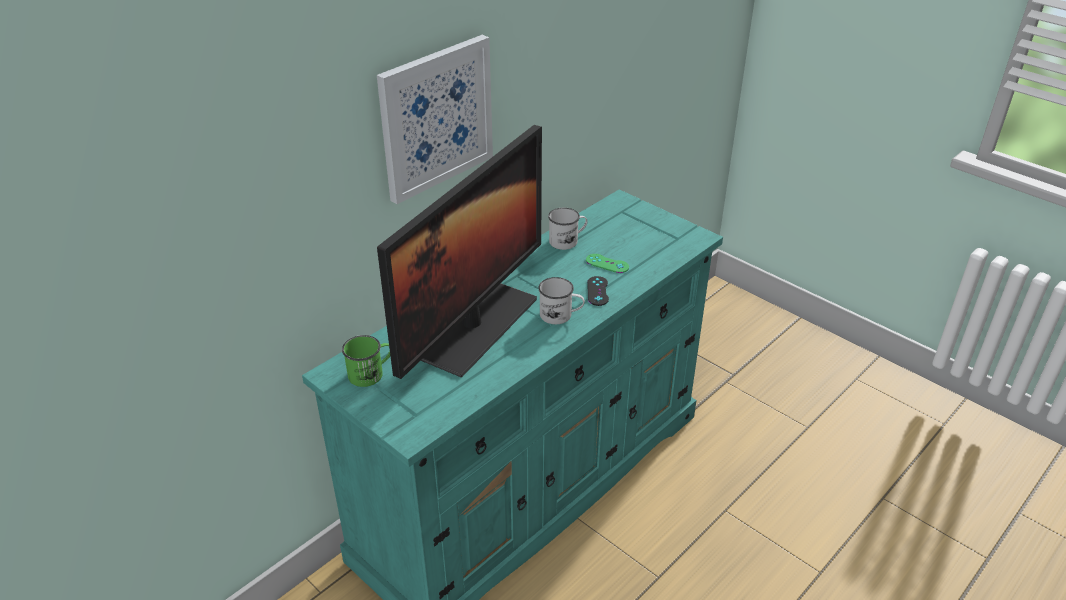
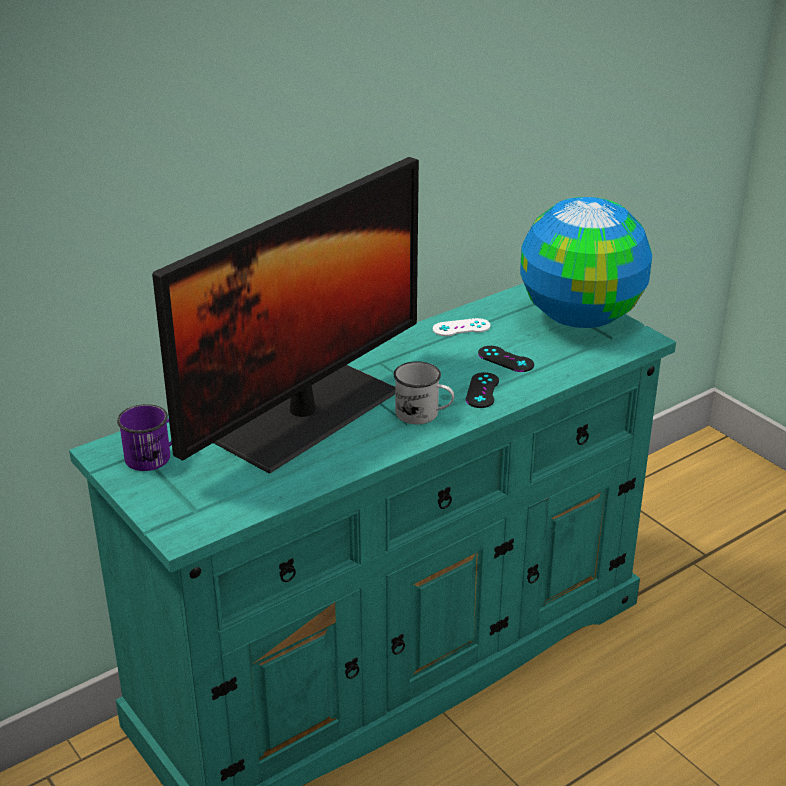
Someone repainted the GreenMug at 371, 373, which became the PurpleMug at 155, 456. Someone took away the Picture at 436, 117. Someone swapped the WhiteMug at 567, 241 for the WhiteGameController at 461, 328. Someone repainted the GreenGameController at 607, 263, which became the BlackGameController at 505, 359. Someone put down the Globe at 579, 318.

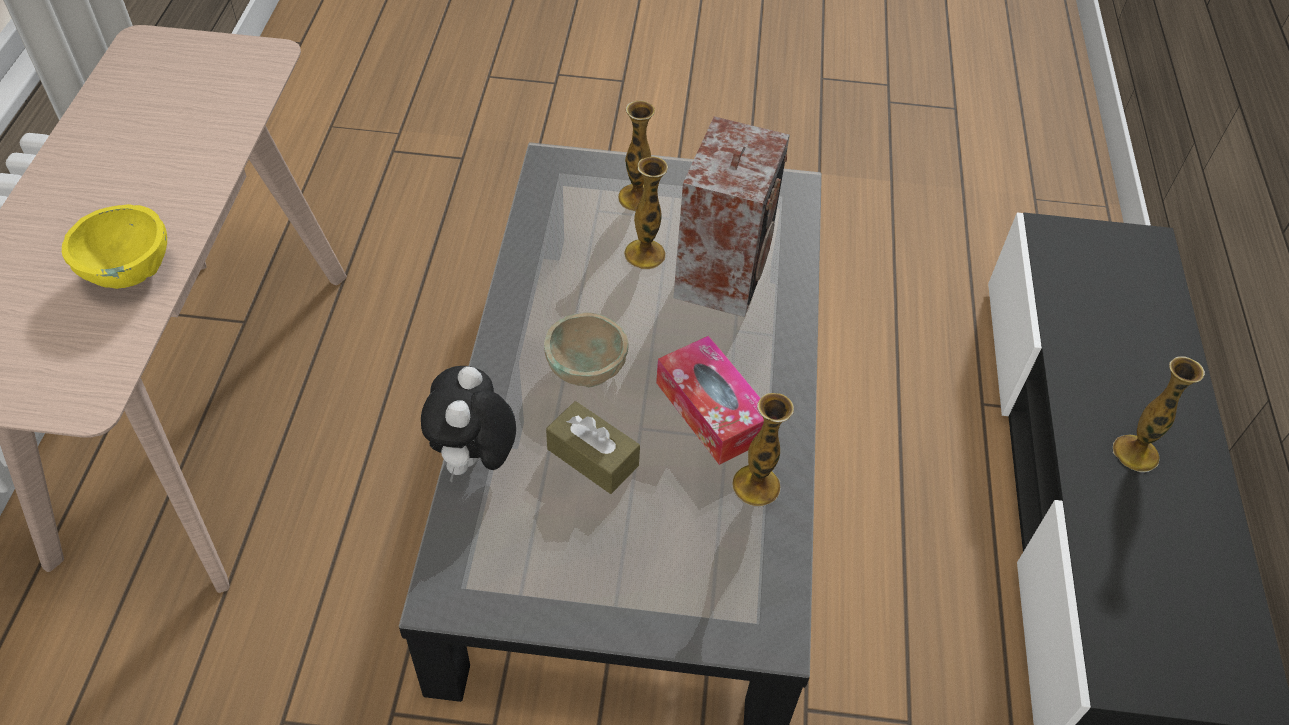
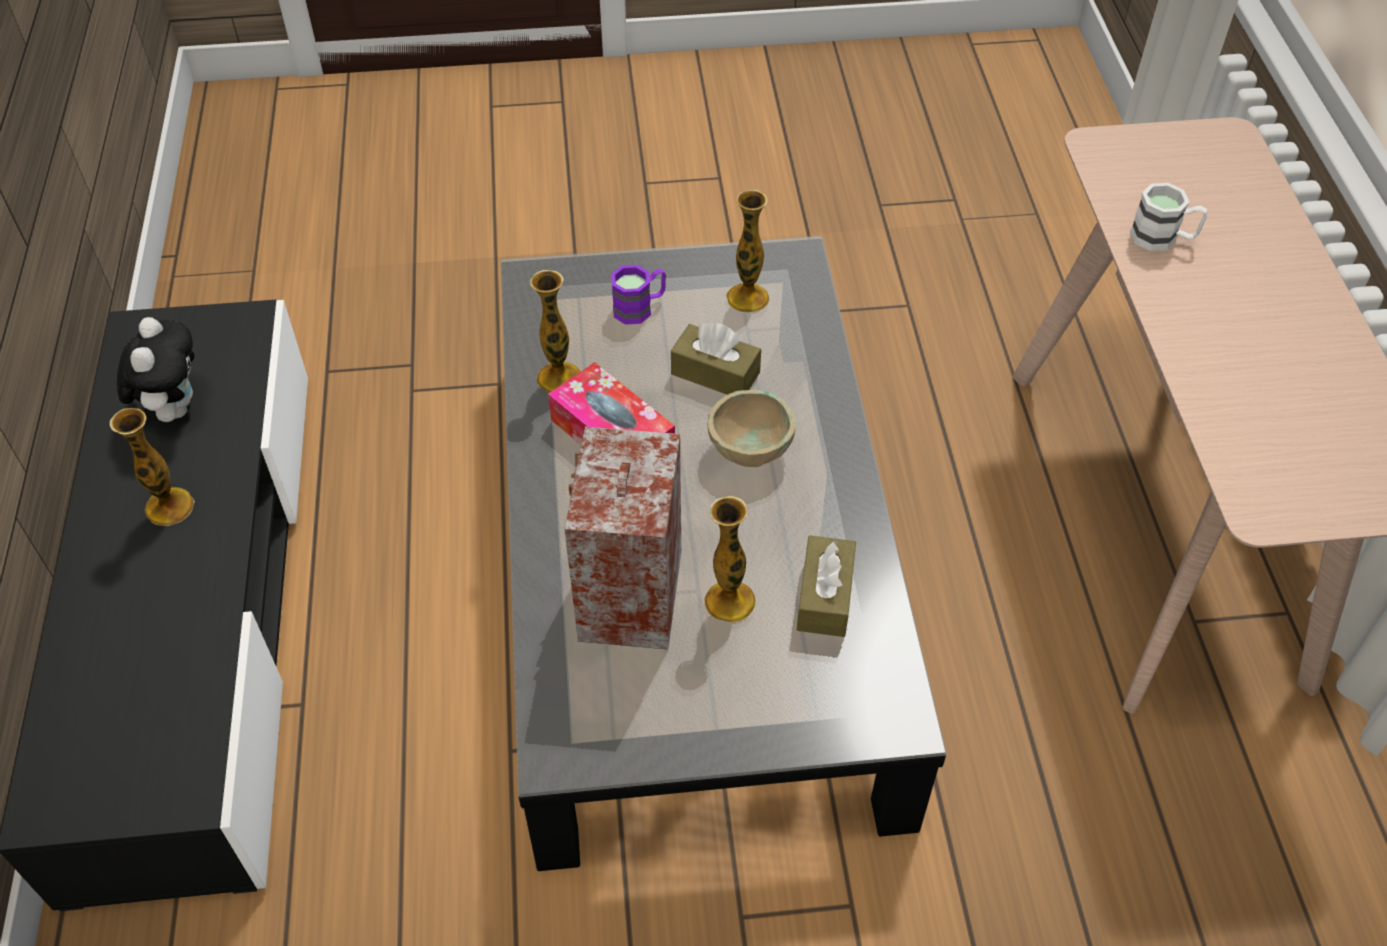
Someone swapped the YellowBowl at 128, 273 for the WhiteMug at 1163, 238. Someone carried the PlushToy from 474, 460 to 173, 408. Someone carried the Vase from 637, 197 to 748, 298. Someone put down the PurpleMug at 640, 307. Someone put down the BrownTissueBox at 825, 596.

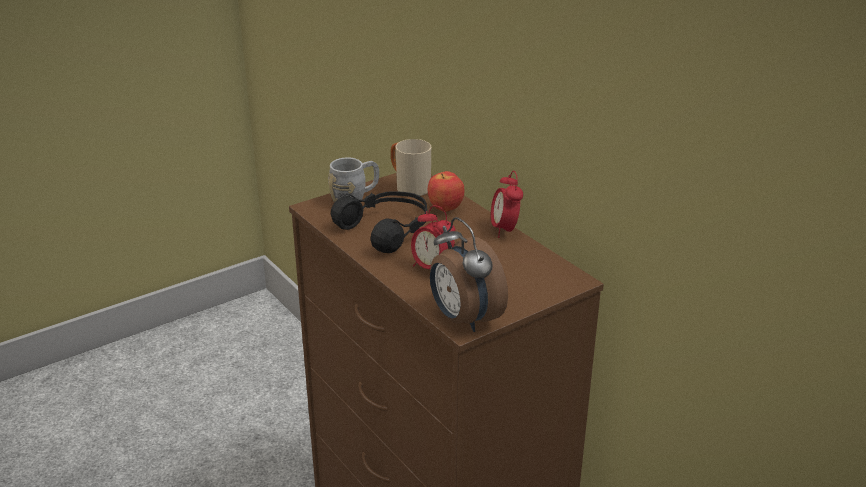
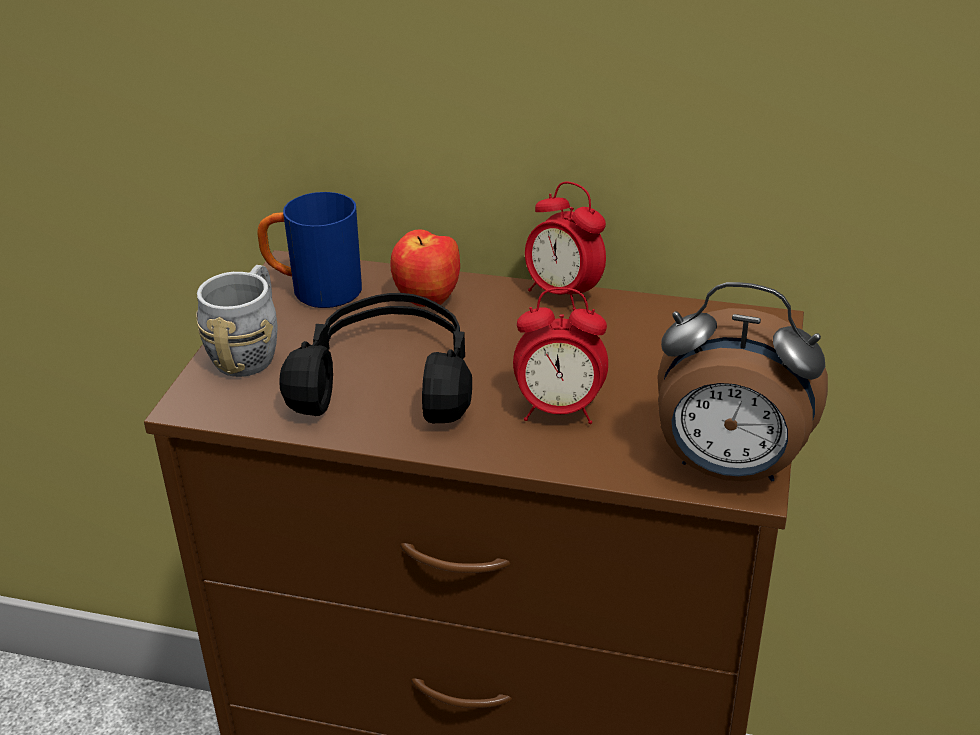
Someone repainted the BeigeMug at 408, 187, which became the BlueMug at 314, 291.

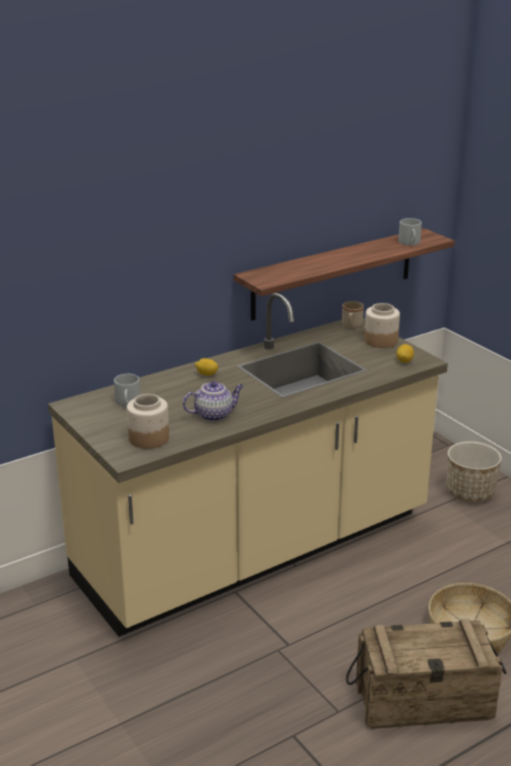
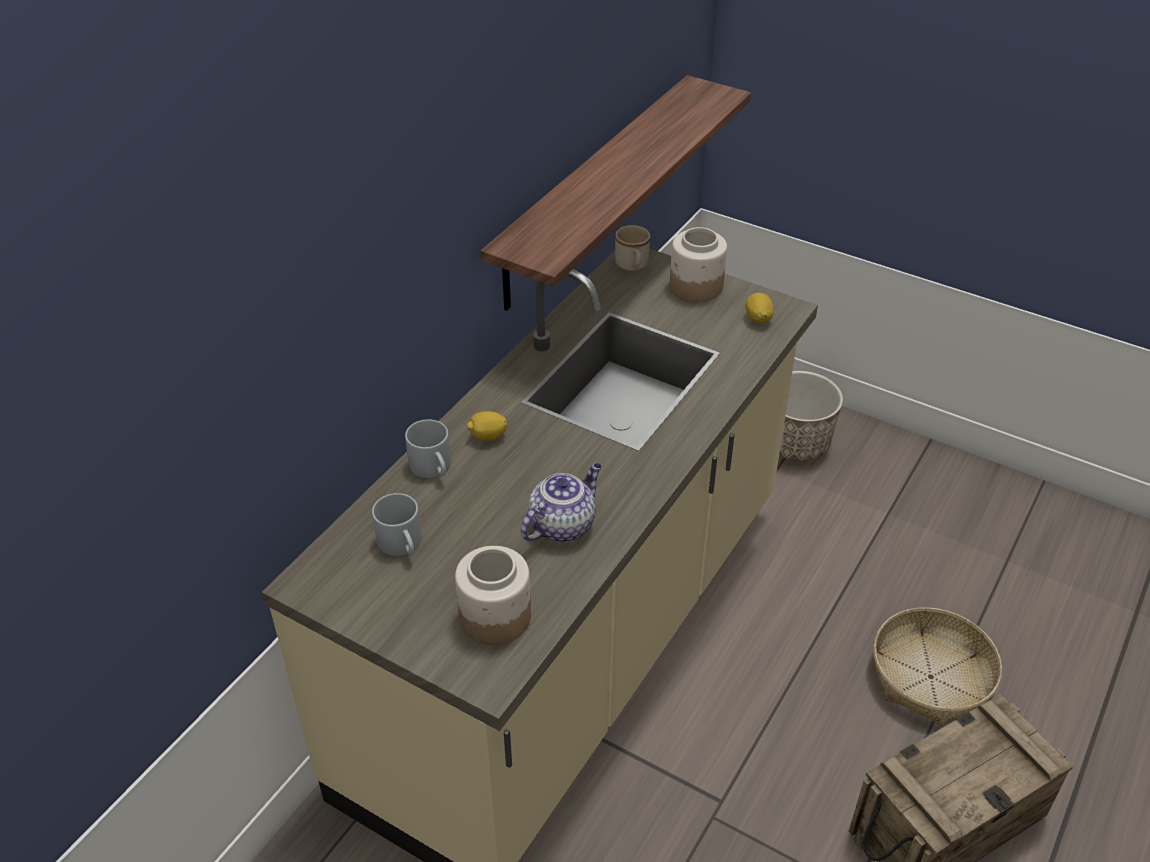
Someone carried the GreyMug from 410, 243 to 434, 468.

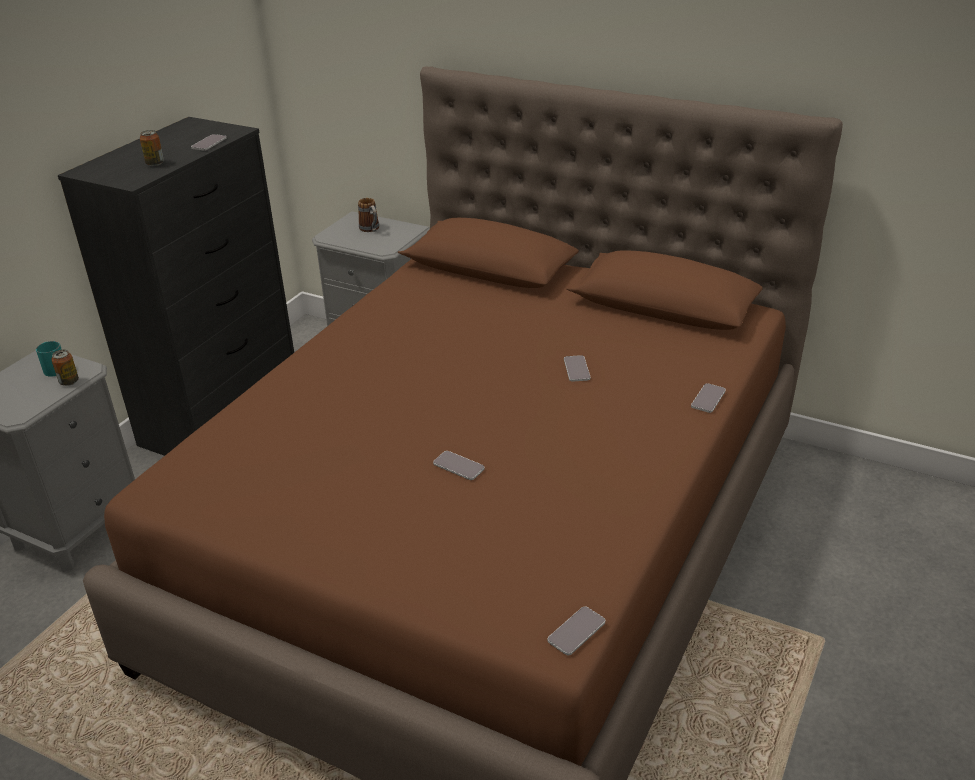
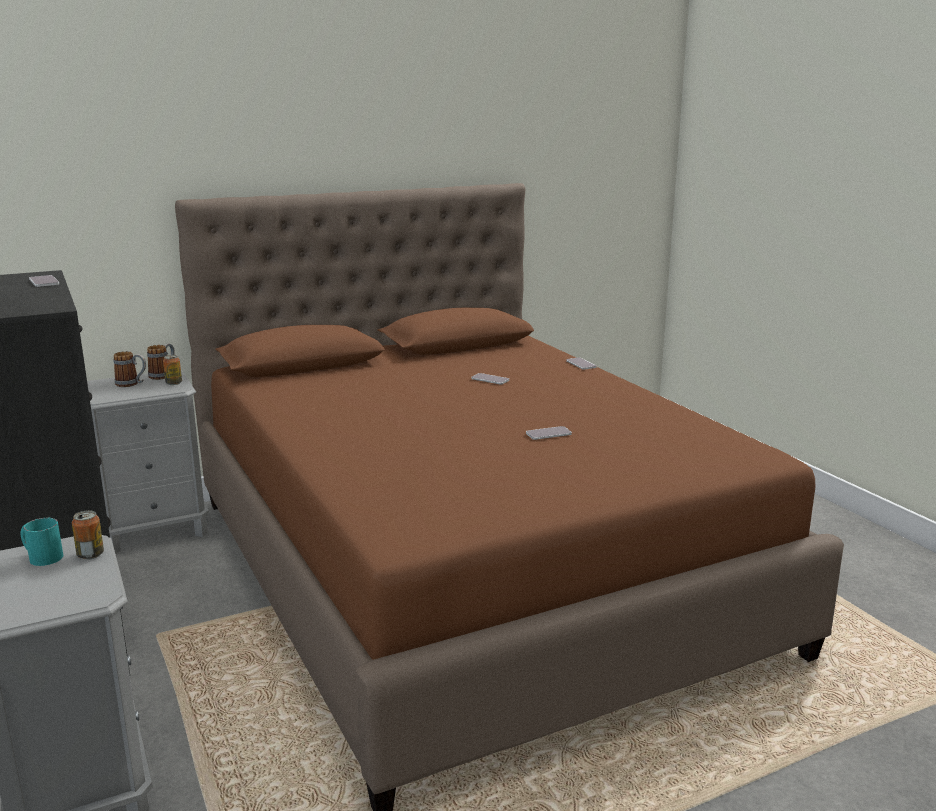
Someone carried the Can from 155, 163 to 174, 383. Someone took away the Phone at 576, 631. Someone put down the Mug at 163, 375.

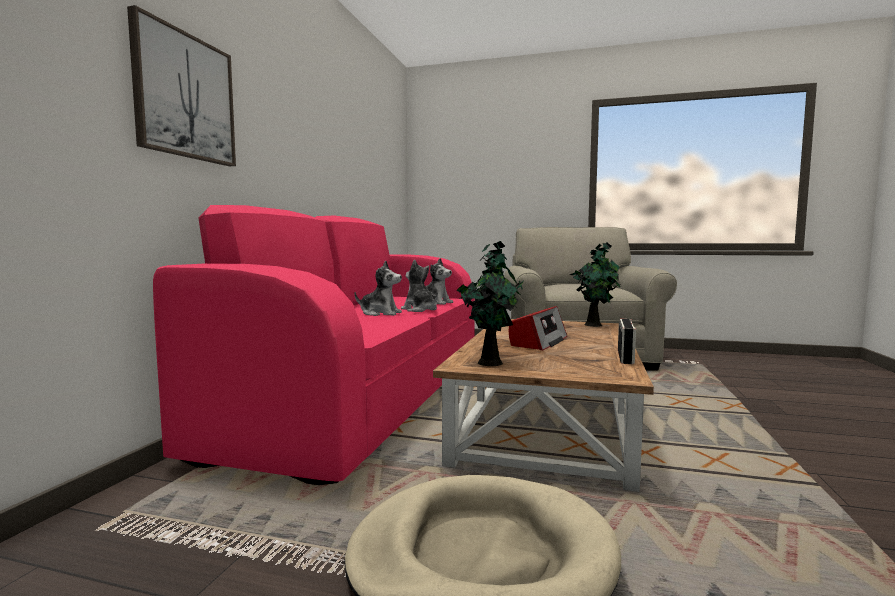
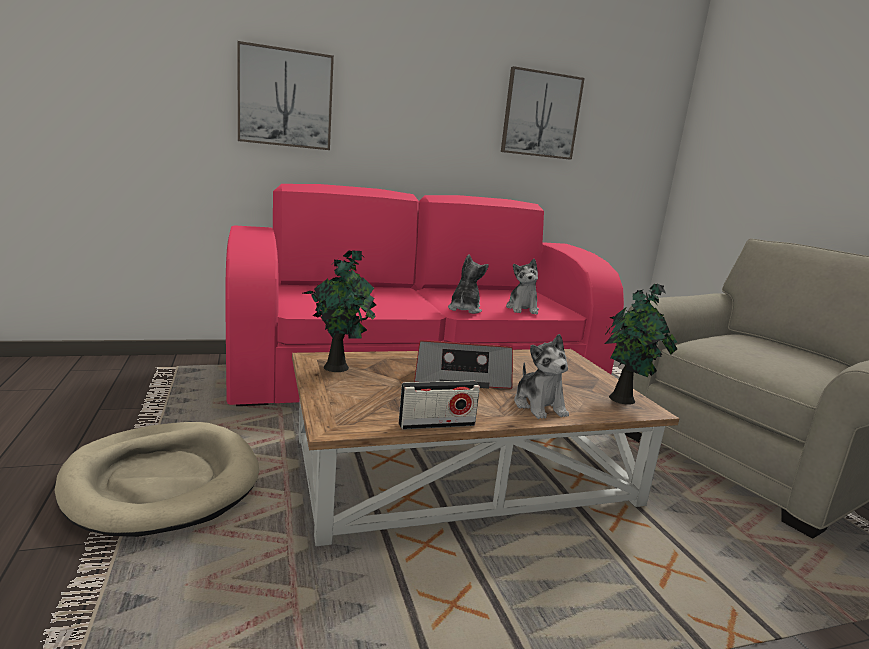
Someone carried the PlushToy from 380, 313 to 539, 406. Someone put up the Picture at 541, 115.

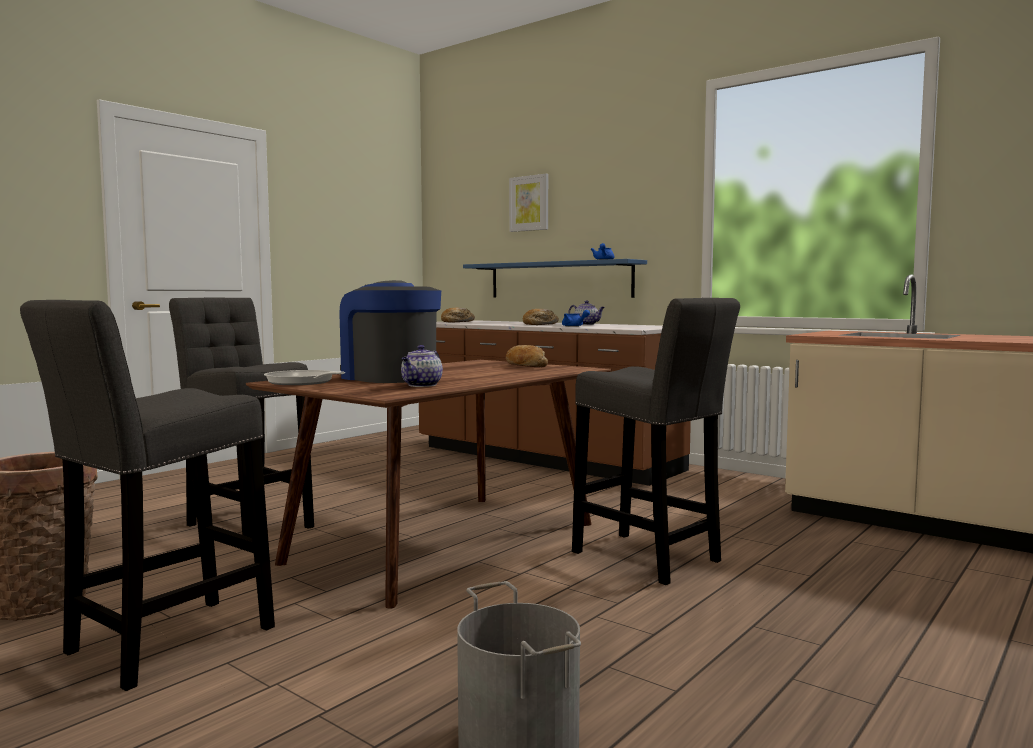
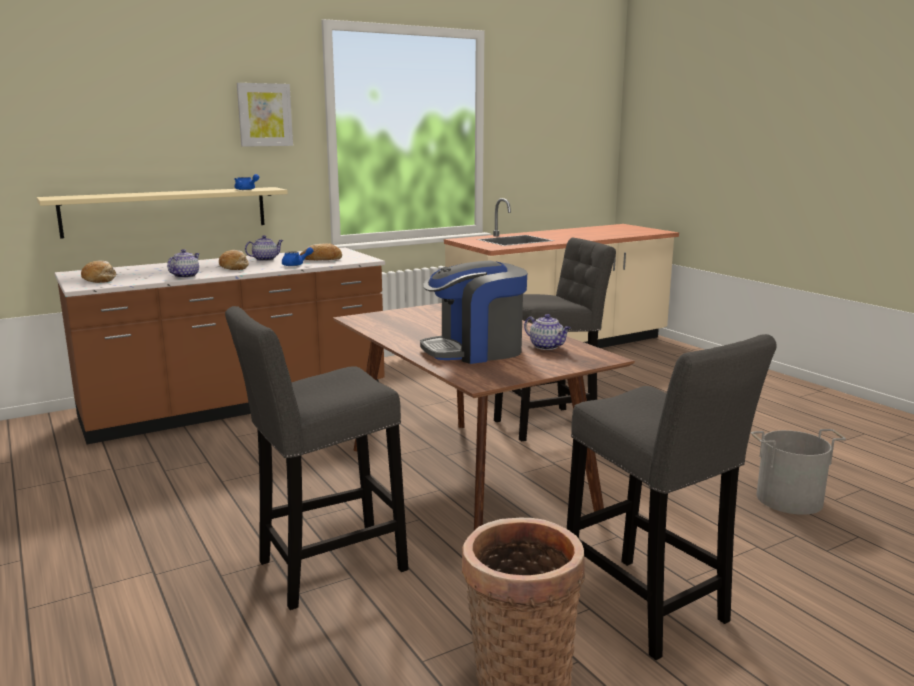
Someone took away the FryingPan at 303, 382. Someone repainted the BlueShelf at 559, 280, which became the BeigeShelf at 166, 211. Someone carried the Bread from 525, 366 to 322, 260. Someone carried the Picture from 529, 203 to 264, 115. Someone put down the Teapot at 185, 276.

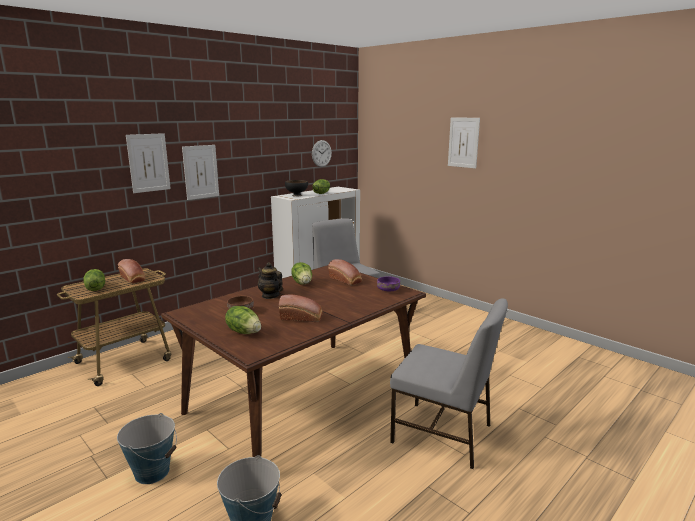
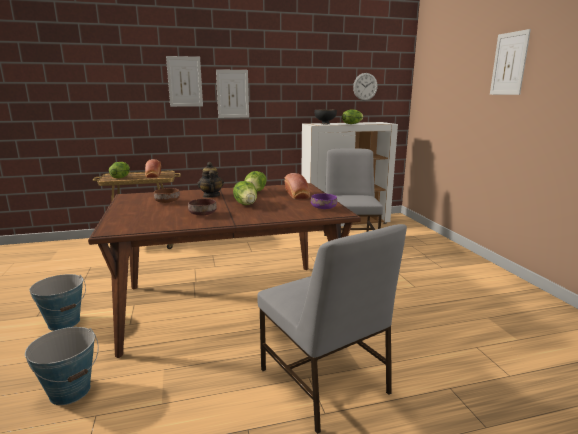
Someone carried the Lettuce from 244, 332 to 246, 204. Someone swapped the Bread at 302, 318 for the BrownBowl at 203, 214.

